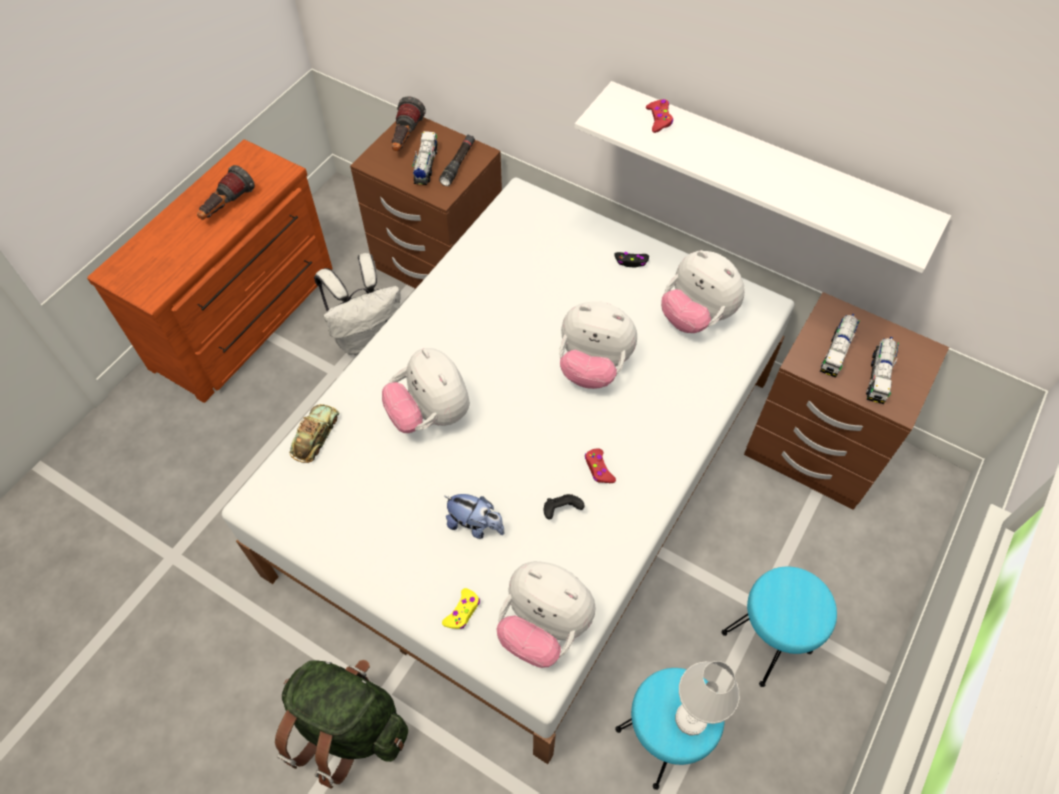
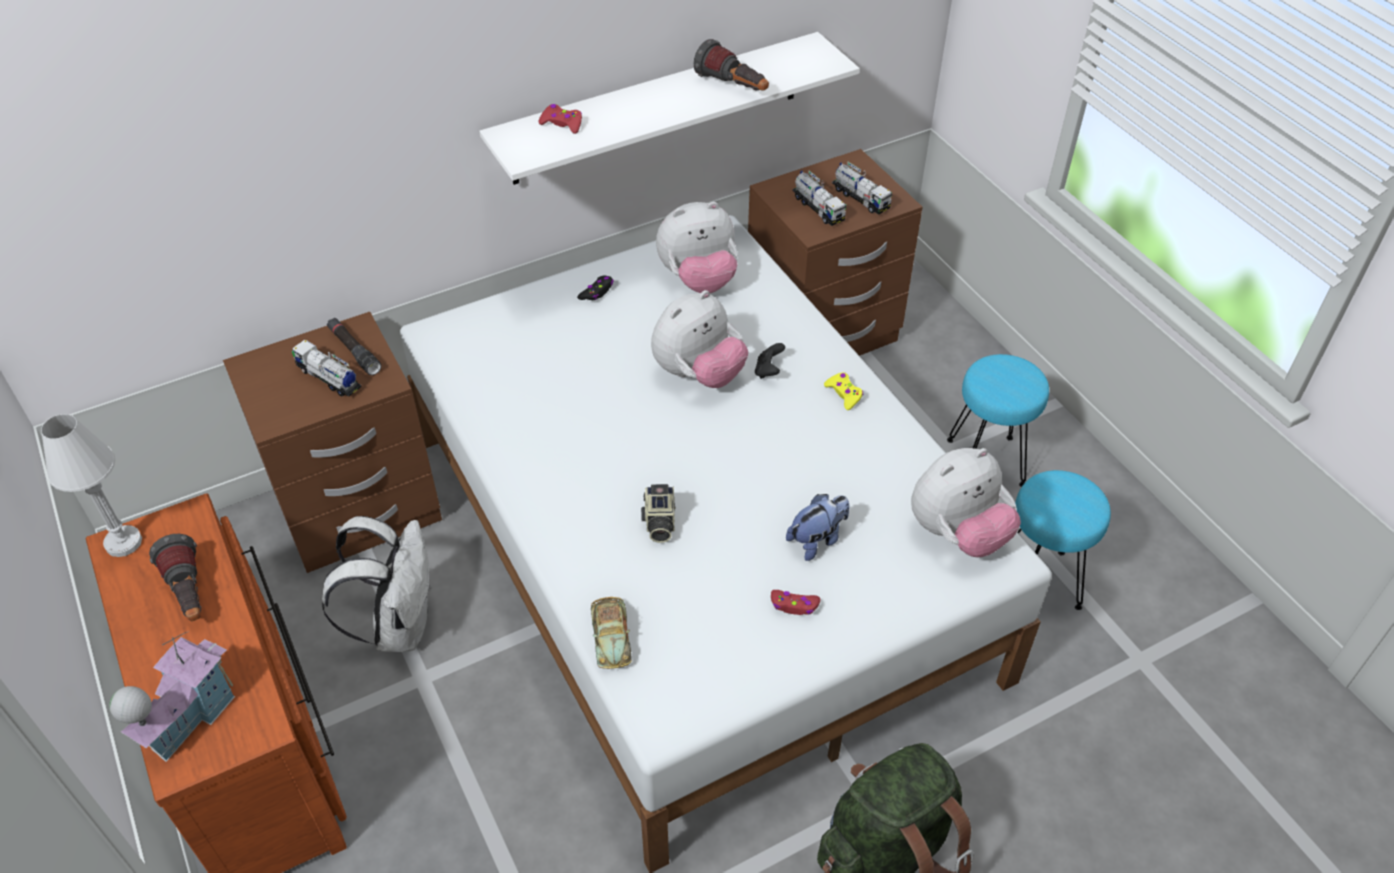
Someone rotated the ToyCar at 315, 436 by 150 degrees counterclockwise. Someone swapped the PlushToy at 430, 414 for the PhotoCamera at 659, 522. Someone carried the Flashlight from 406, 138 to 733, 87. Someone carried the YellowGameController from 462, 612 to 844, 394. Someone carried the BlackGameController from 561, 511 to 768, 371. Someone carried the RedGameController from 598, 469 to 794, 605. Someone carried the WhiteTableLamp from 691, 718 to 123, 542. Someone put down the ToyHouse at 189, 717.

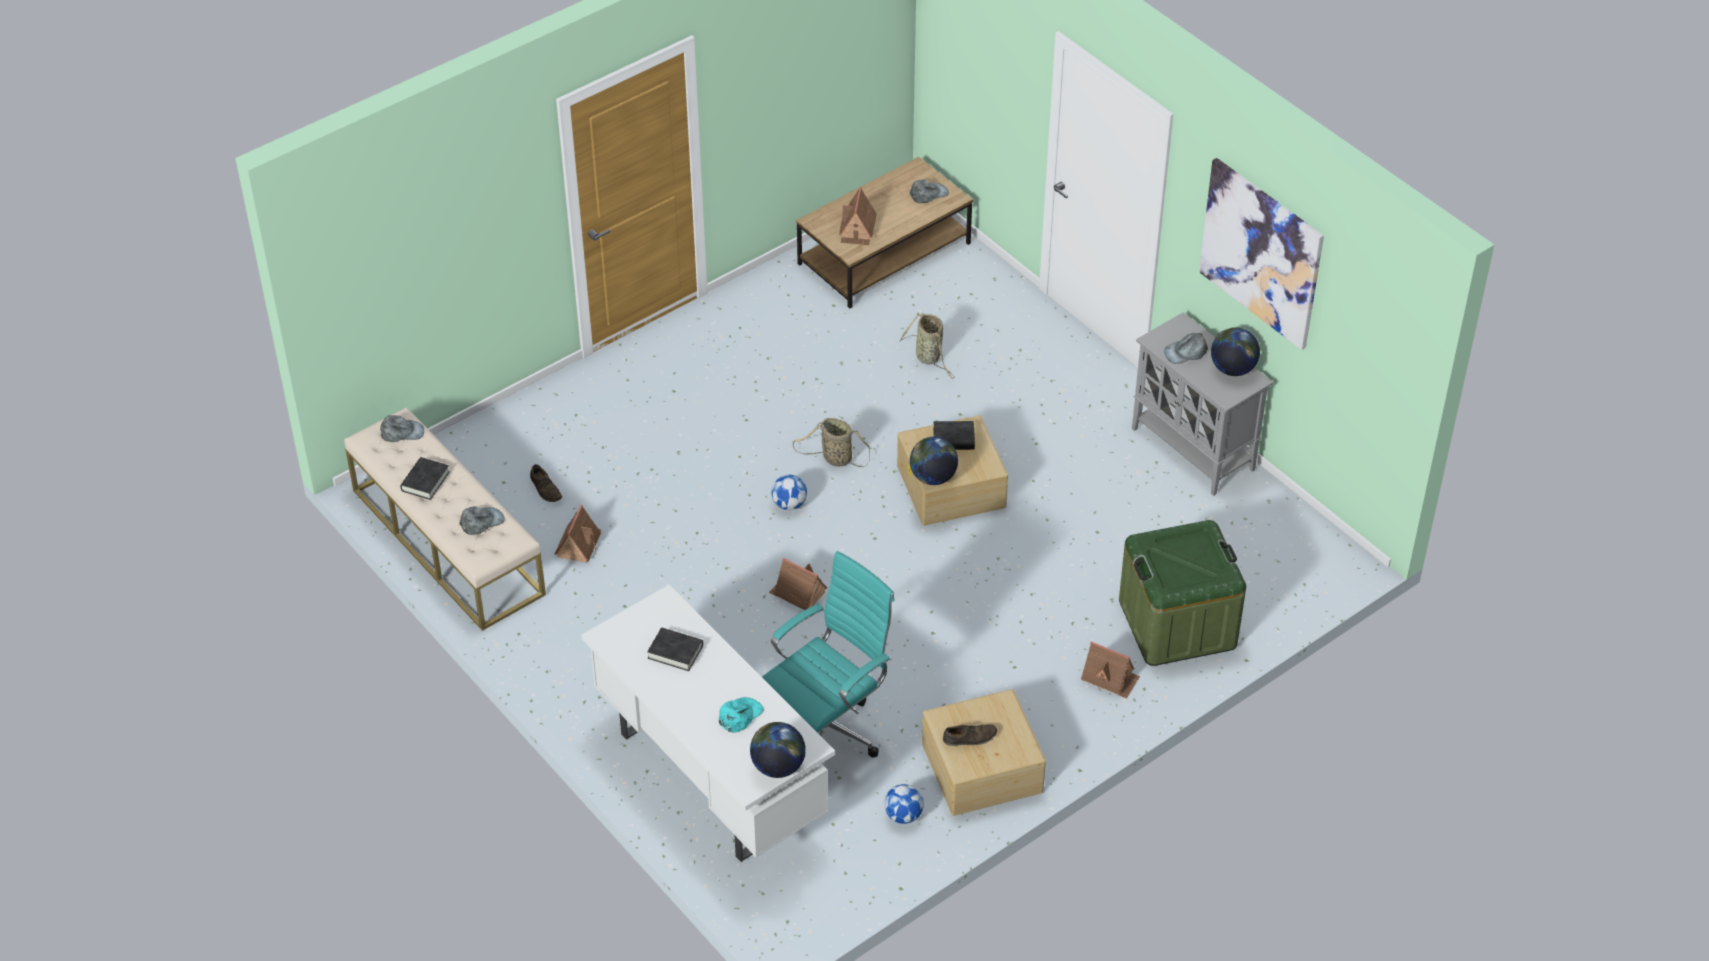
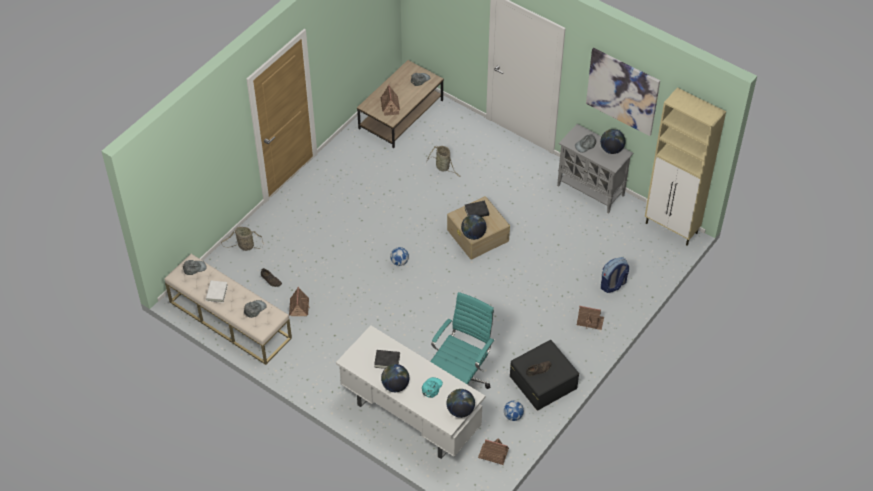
Someone repainted the BlackBook at 425, 481, which became the WhiteBook at 217, 293. Someone carried the ToyHouse from 798, 593 to 493, 454. Someone carried the Basket from 834, 458 to 244, 246. Someone repainted the BeigeStorageBox at 982, 766, which became the BlackStorageBox at 543, 381. Someone swapped the GreenStorageBox at 1177, 623 for the Backpack at 613, 285. Someone put down the Globe at 395, 386. Someone put down the BeigeCabinet at 672, 228.

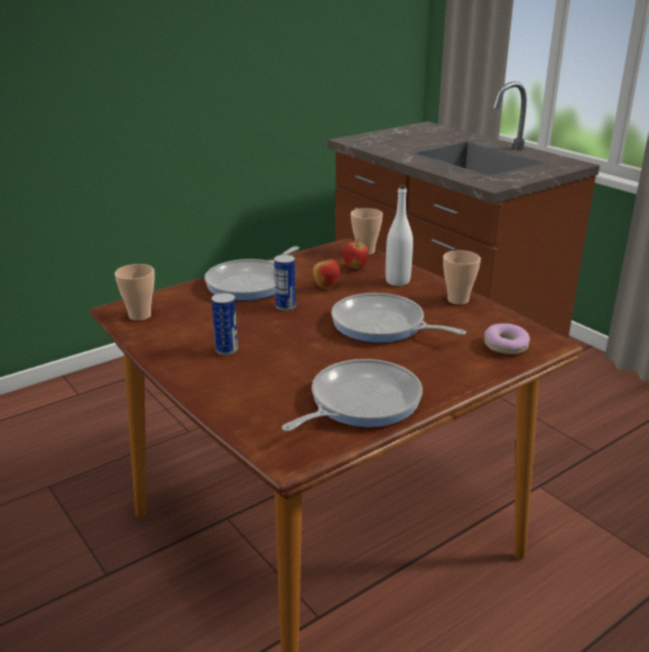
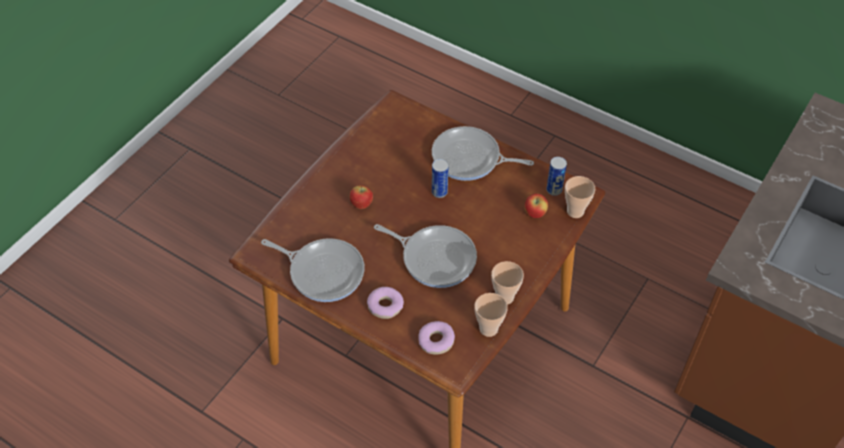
Someone carried the Cup from 140, 316 to 488, 329. Someone carried the Can from 226, 350 to 554, 190. Someone carried the Apple from 326, 287 to 361, 205. Someone rotated the FryingPan at 382, 326 by 105 degrees clockwise. Someone took away the WhiteBottle at 397, 281. Someone put down the Donut at 385, 306.

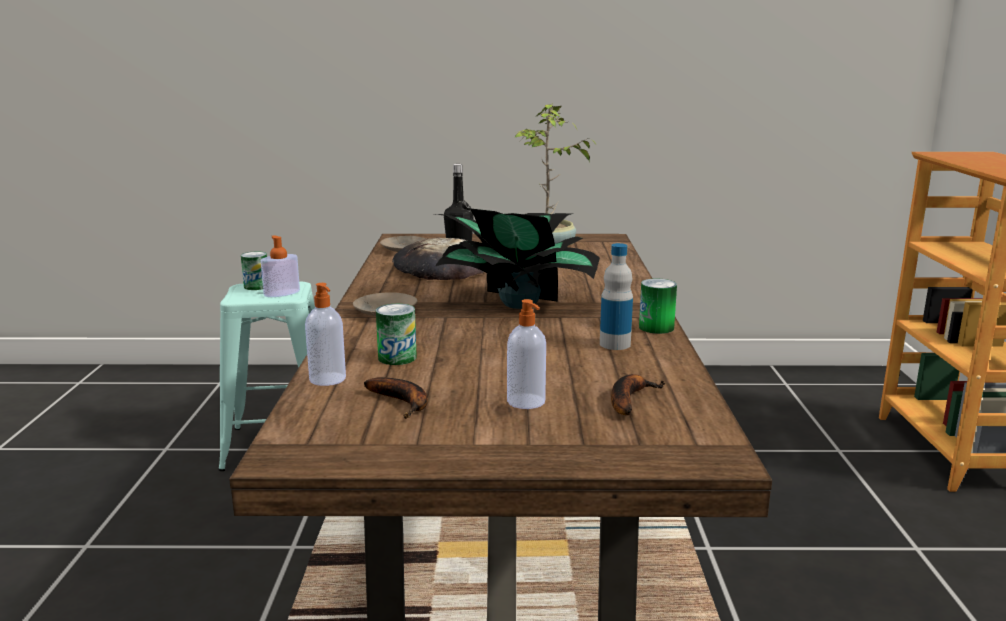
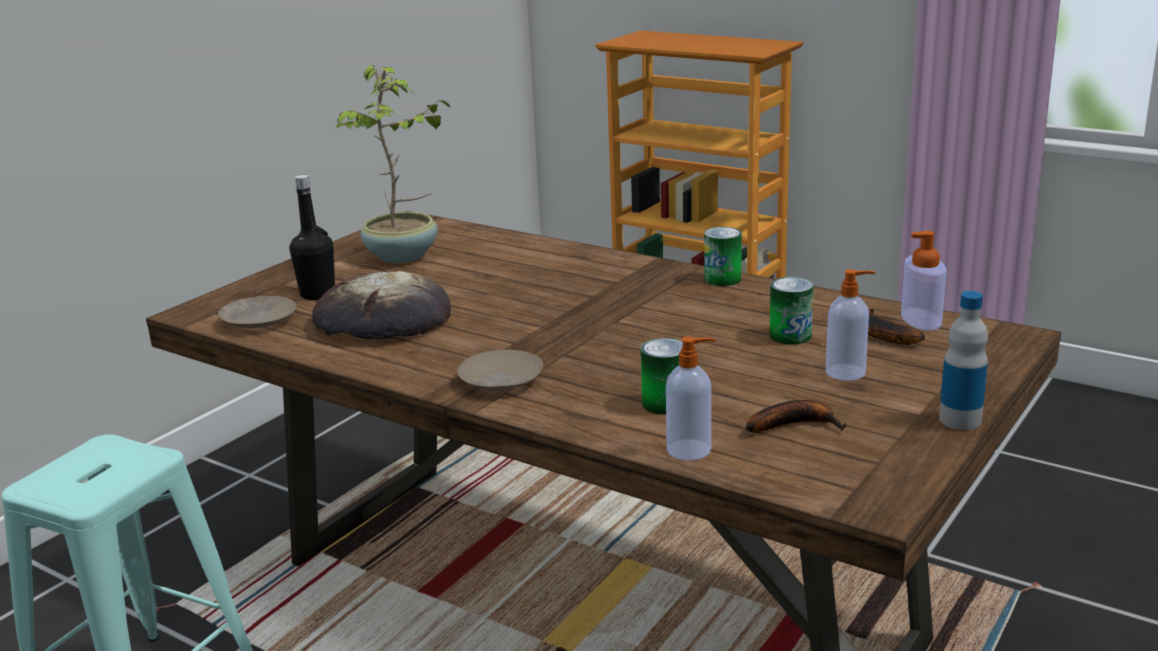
Someone carried the Can from 256, 286 to 790, 336. Someone carried the SoapDispenser from 282, 293 to 921, 319. Someone took away the PottedPlant at 517, 303. Someone carried the Bottle from 615, 344 to 960, 420.

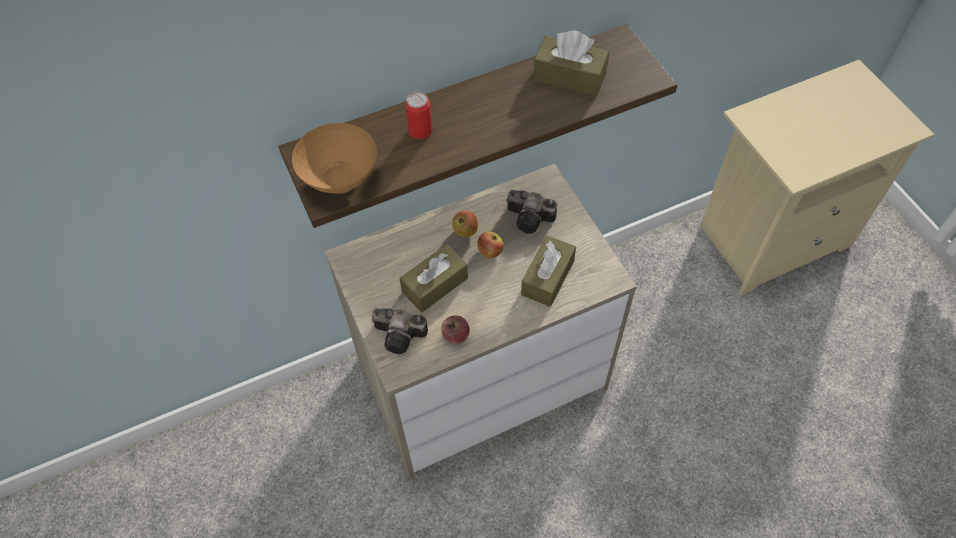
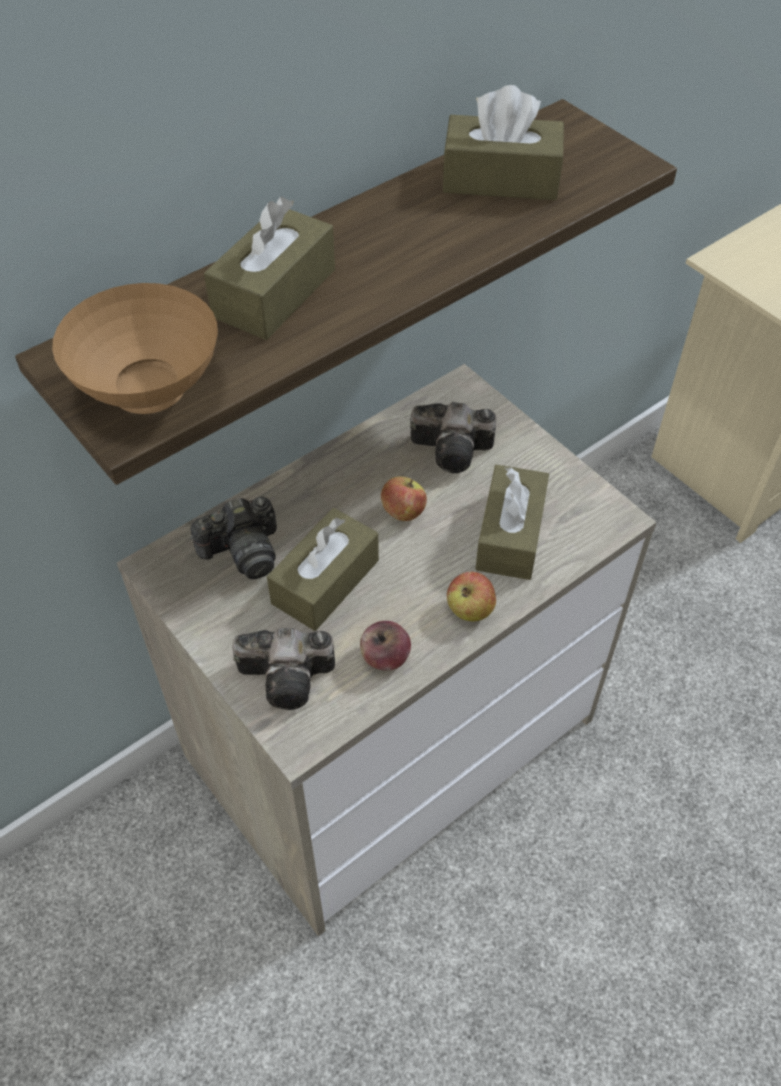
Someone swapped the Can at 420, 131 for the BrownTissueBox at 274, 293. Someone carried the Apple from 465, 231 to 470, 610. Someone put down the PhotoCamera at 243, 551.

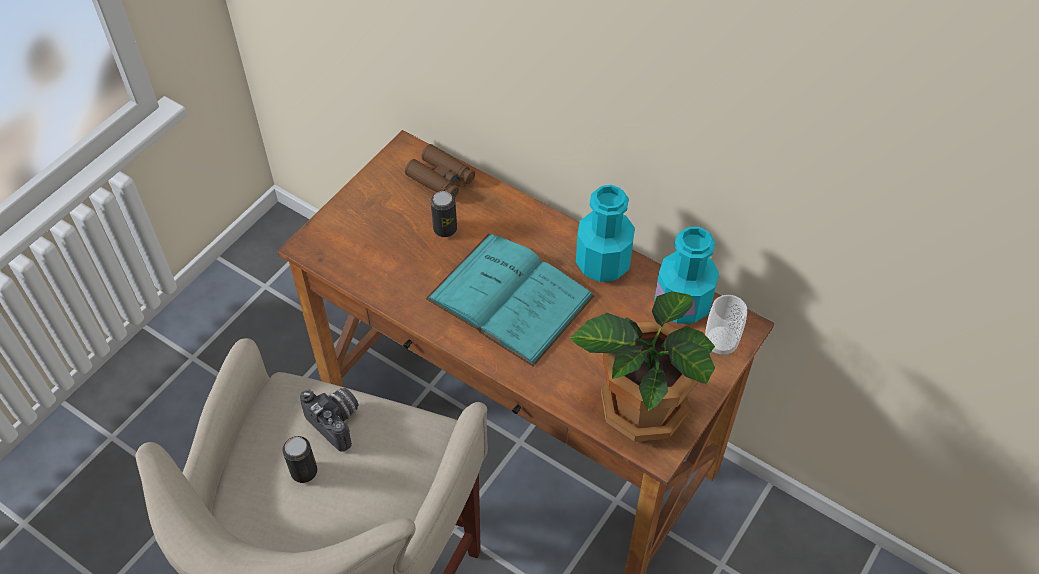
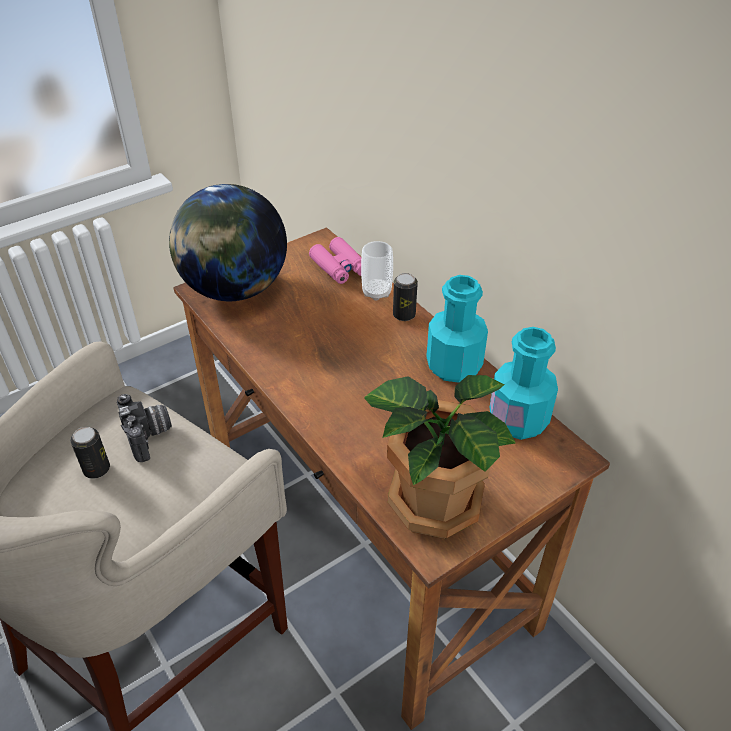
Someone repainted the BrownBinoculars at 441, 178, which became the PinkBinoculars at 339, 267. Someone took away the TurquoiseBook at 510, 297. Someone carried the Can from 445, 229 to 404, 315. Someone carried the Cup from 720, 343 to 376, 292. Someone put down the Globe at 234, 289.

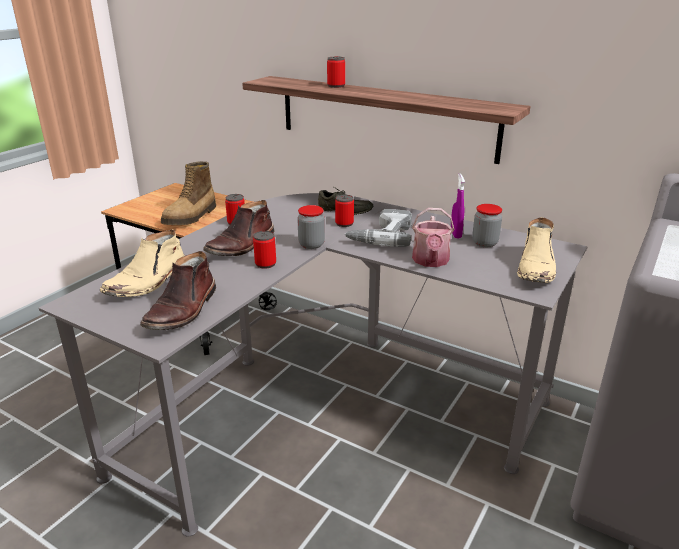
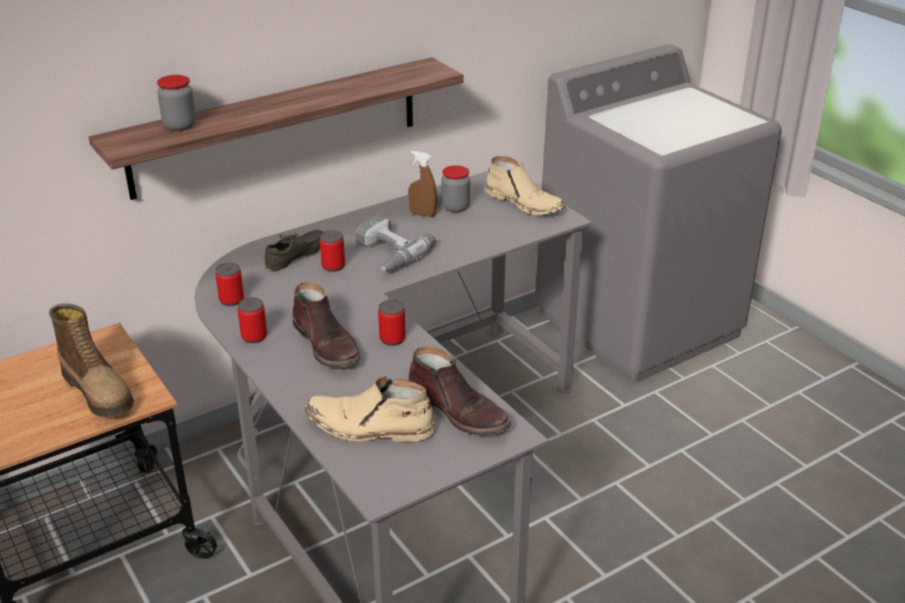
Someone rotated the BeigeBoot at 148, 282 by 135 degrees clockwise. Someone carried the Jar from 311, 245 to 180, 125. Someone carried the Can from 336, 86 to 231, 300. Someone took away the WateringCan at 430, 261. Someone repainted the PurpleSprayBottle at 455, 234, which became the BrownSprayBottle at 422, 214.

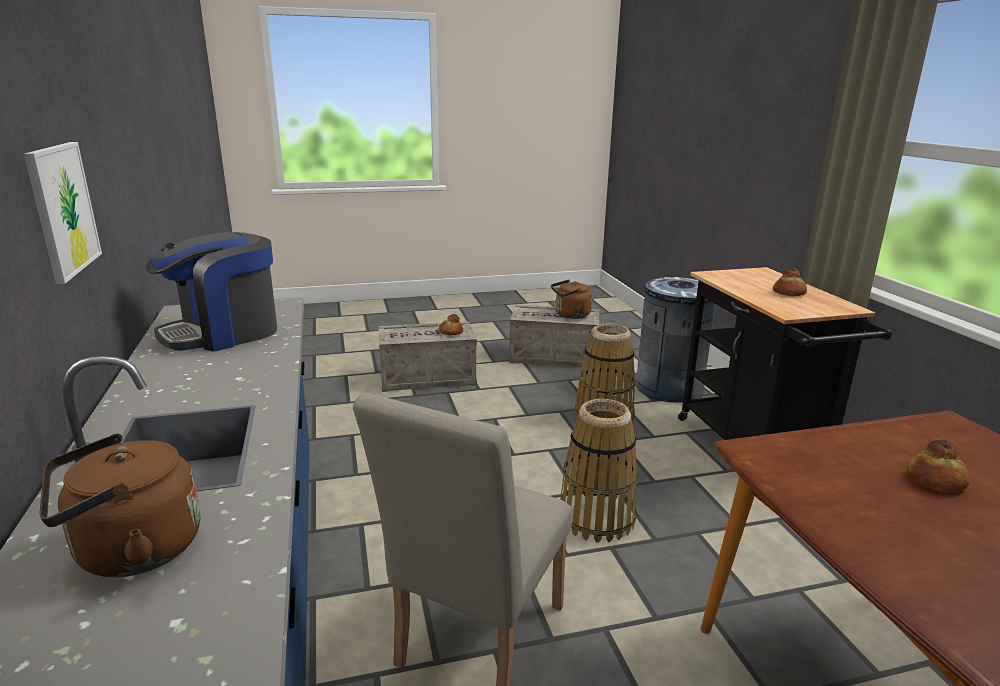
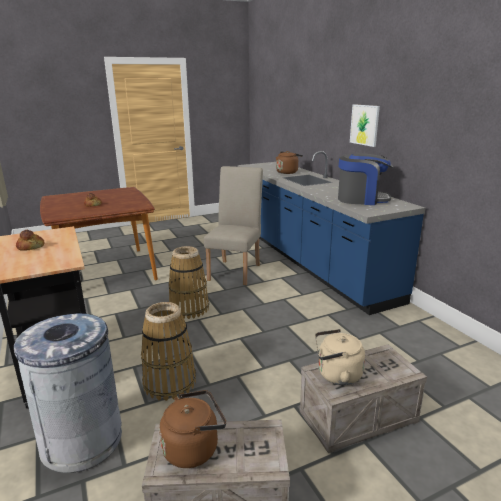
Someone rotated the CoffeeMachine at 223, 333 by 60 degrees clockwise. Someone swapped the Bread at 450, 332 for the BeigeKettle at 336, 375.

